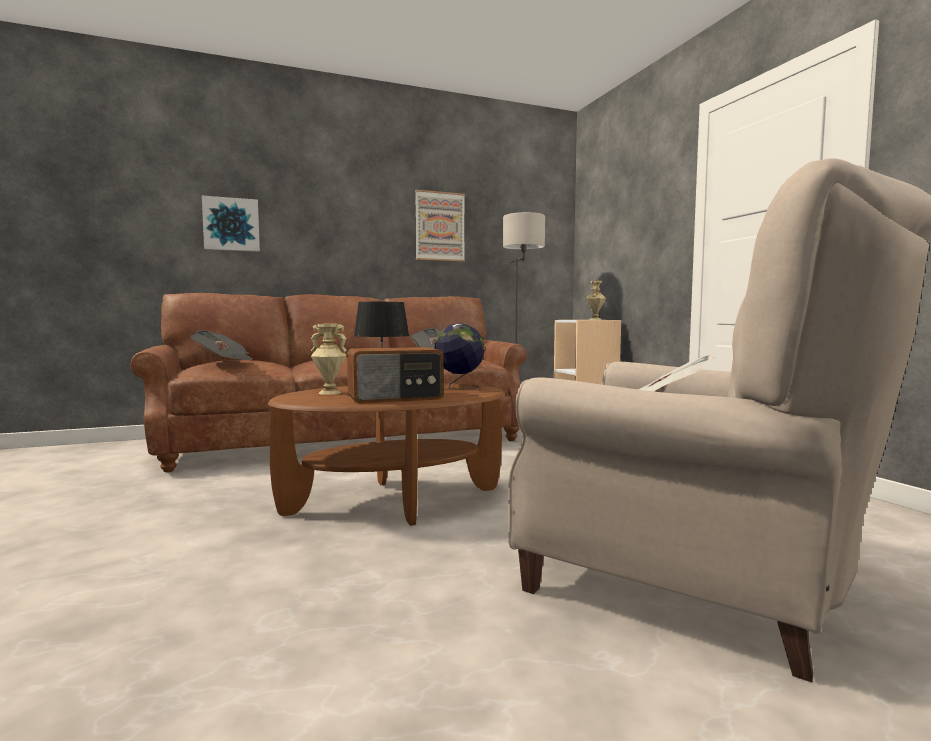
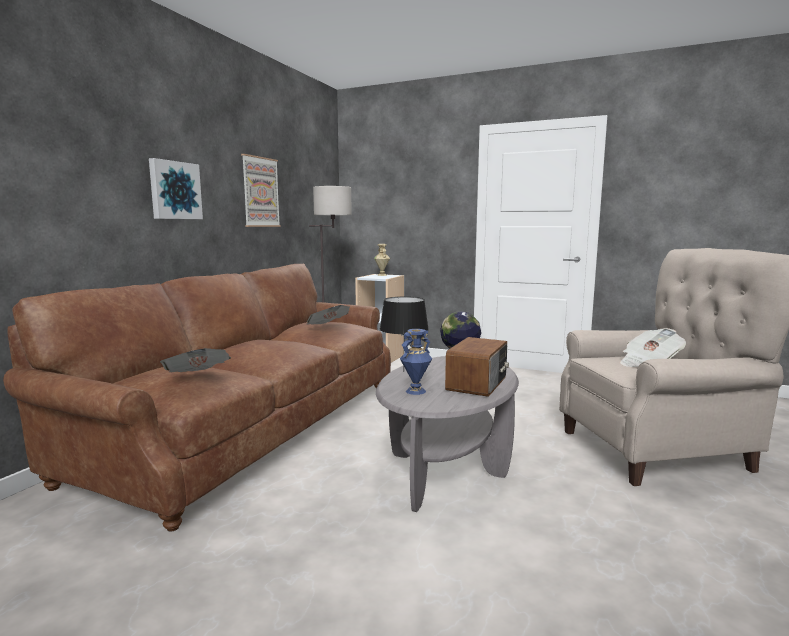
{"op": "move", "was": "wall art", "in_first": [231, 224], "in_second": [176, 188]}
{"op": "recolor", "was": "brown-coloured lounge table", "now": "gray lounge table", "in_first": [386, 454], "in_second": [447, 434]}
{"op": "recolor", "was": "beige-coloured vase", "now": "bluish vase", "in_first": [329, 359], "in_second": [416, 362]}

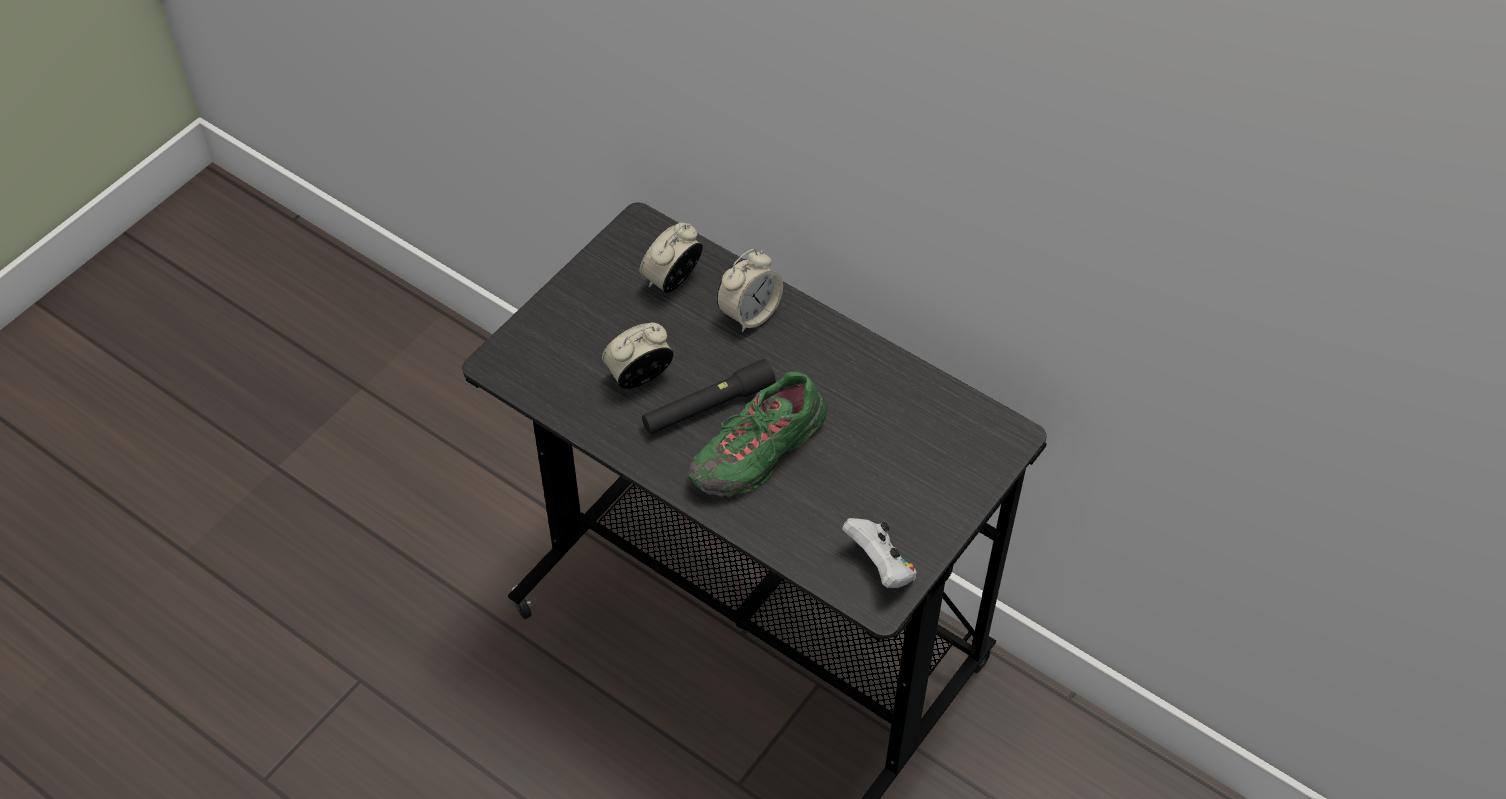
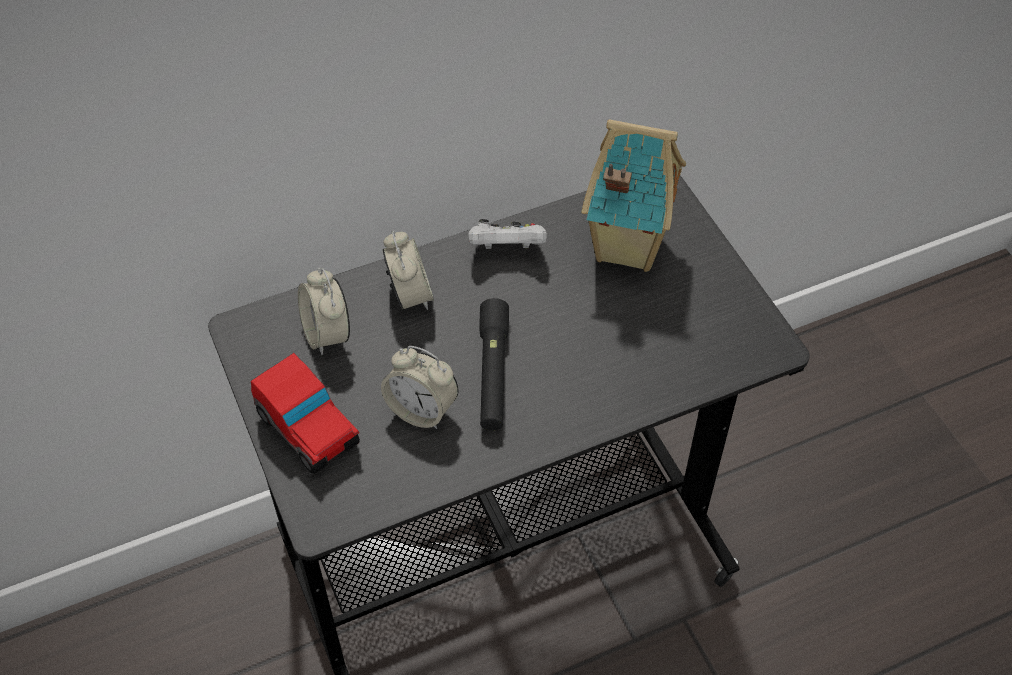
{"op": "insert", "now": "miniature car", "in_second": [305, 413]}
{"op": "rotate", "was": "alarm clock", "in_first": [638, 356], "in_second": [419, 387], "clockwise": -60}
{"op": "move", "was": "white-coloured game controller", "in_first": [879, 553], "in_second": [507, 234]}
{"op": "insert", "now": "miniature house", "in_second": [633, 195]}
{"op": "delete", "was": "green-coloured item of footwear", "in_first": [757, 434]}

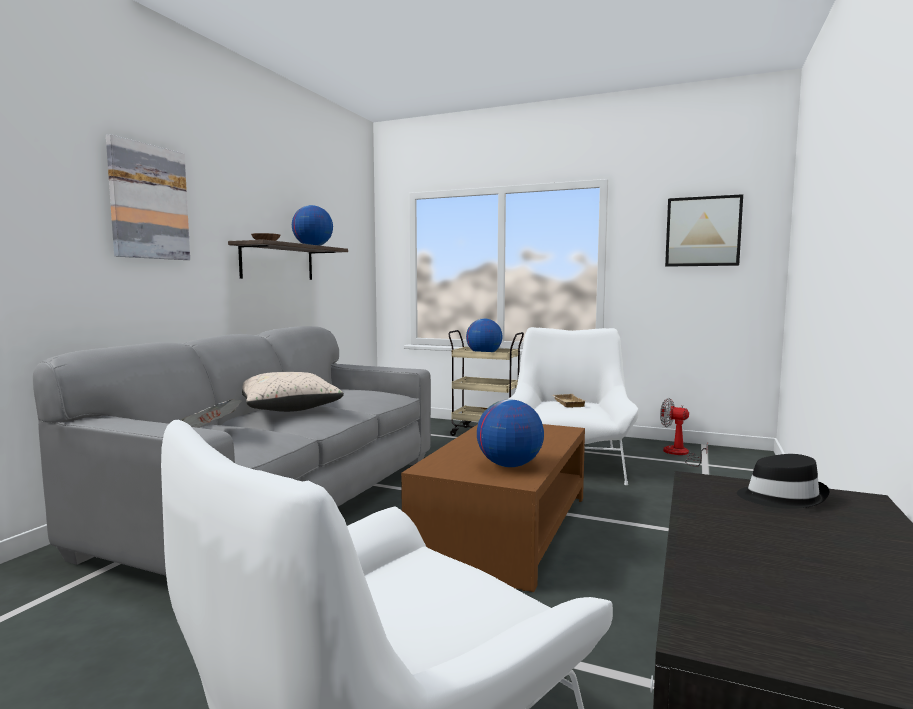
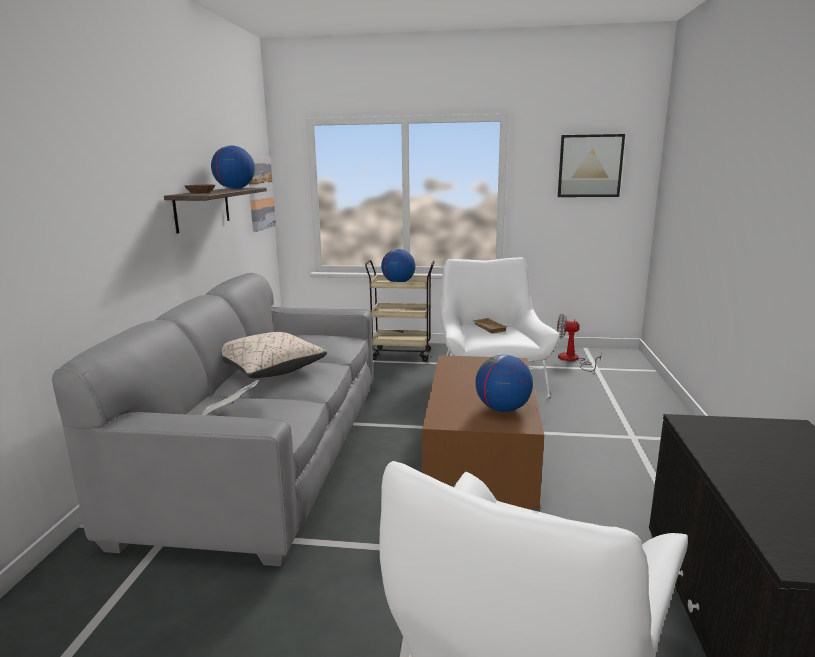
{"op": "move", "was": "wall art", "in_first": [148, 197], "in_second": [262, 194]}
{"op": "delete", "was": "blackish wearable hat", "in_first": [783, 481]}

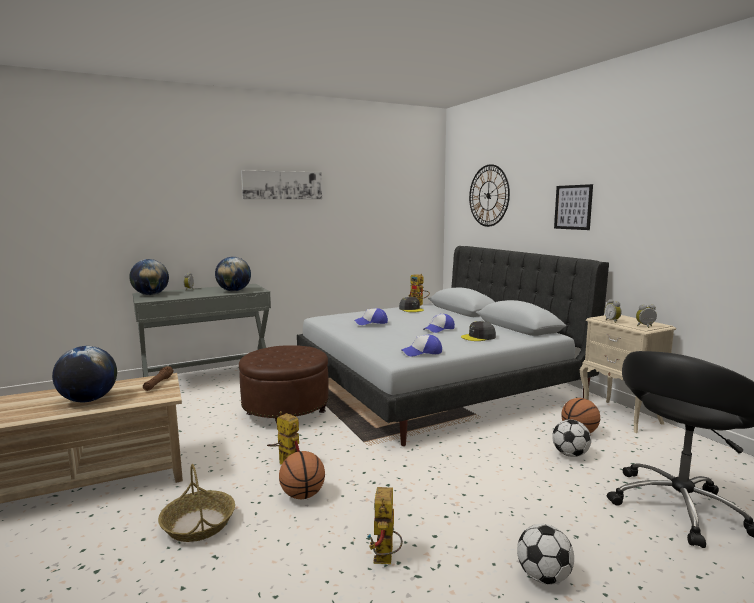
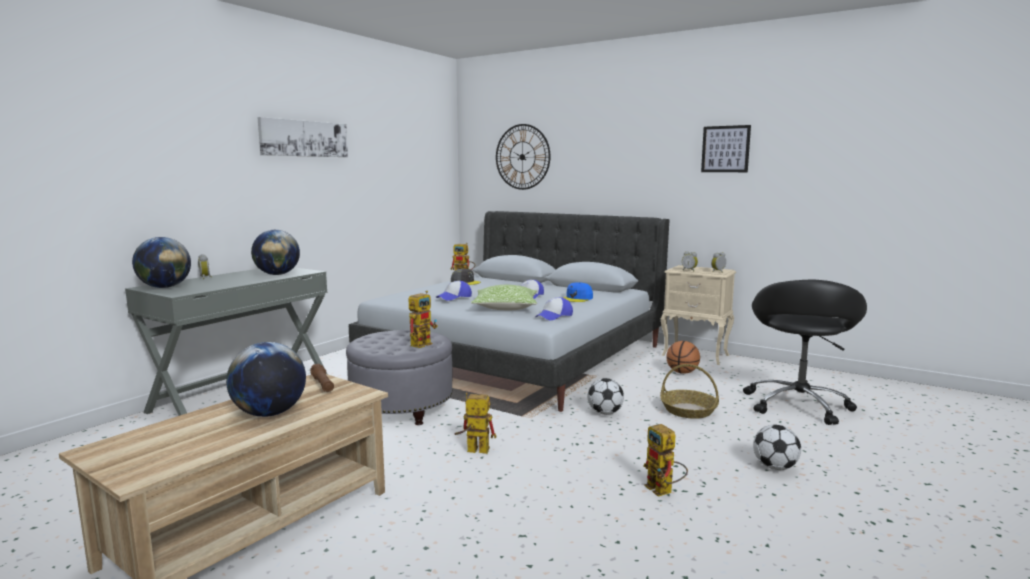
{"op": "recolor", "was": "brown-coloured pouffe", "now": "gray pouffe", "in_first": [284, 384], "in_second": [399, 377]}
{"op": "insert", "now": "toy robot", "in_second": [423, 319]}
{"op": "insert", "now": "throw pillow", "in_second": [504, 297]}
{"op": "recolor", "was": "gray baseball cap", "now": "bluish baseball cap", "in_first": [478, 331], "in_second": [578, 292]}
{"op": "move", "was": "football", "in_first": [571, 438], "in_second": [606, 396]}
{"op": "move", "was": "basket", "in_first": [196, 503], "in_second": [689, 391]}
{"op": "move", "was": "wall art", "in_first": [573, 207], "in_second": [726, 148]}
{"op": "delete", "was": "basketball", "in_first": [302, 475]}

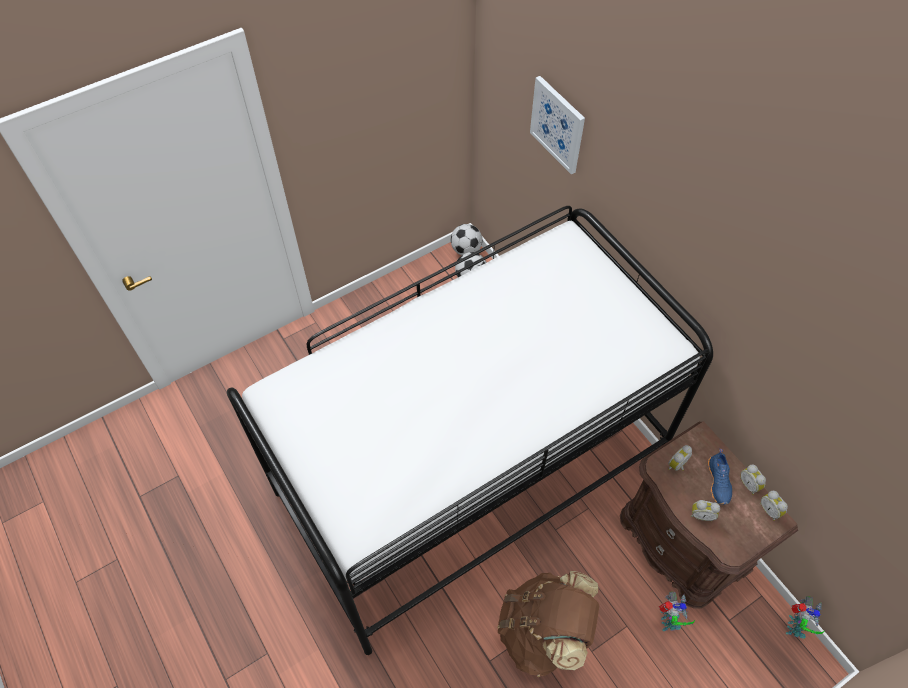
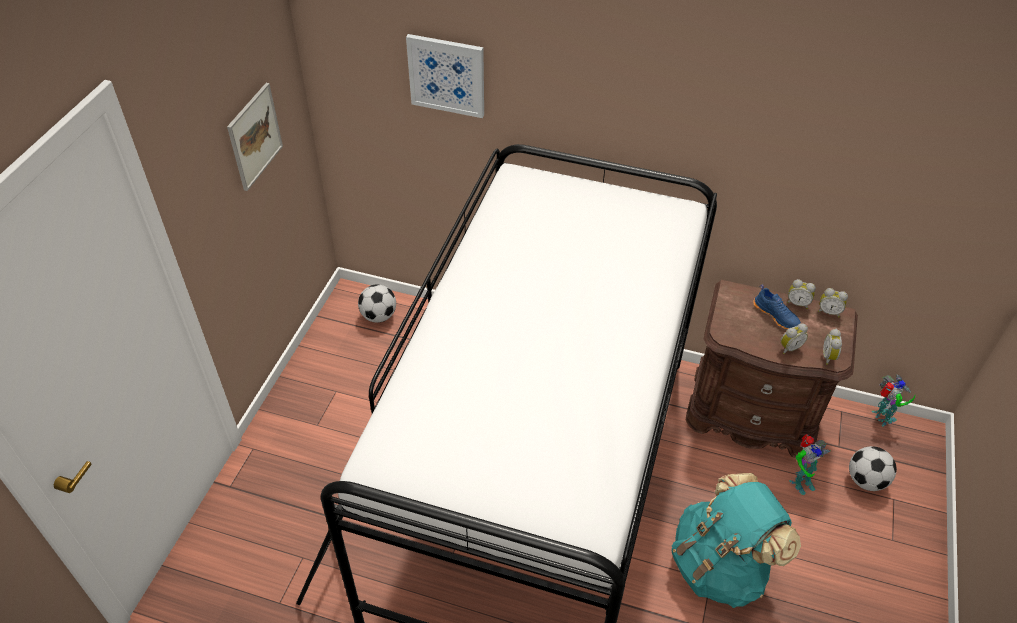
{"op": "insert", "now": "wall art", "in_second": [255, 137]}
{"op": "recolor", "was": "brown-coloured rucksack", "now": "turquoise-coloured rucksack", "in_first": [548, 624], "in_second": [736, 540]}
{"op": "rotate", "was": "toy robot", "in_first": [677, 611], "in_second": [810, 464], "clockwise": 105}
{"op": "move", "was": "alarm clock", "in_first": [680, 458], "in_second": [832, 347]}
{"op": "move", "was": "football", "in_first": [466, 239], "in_second": [873, 468]}

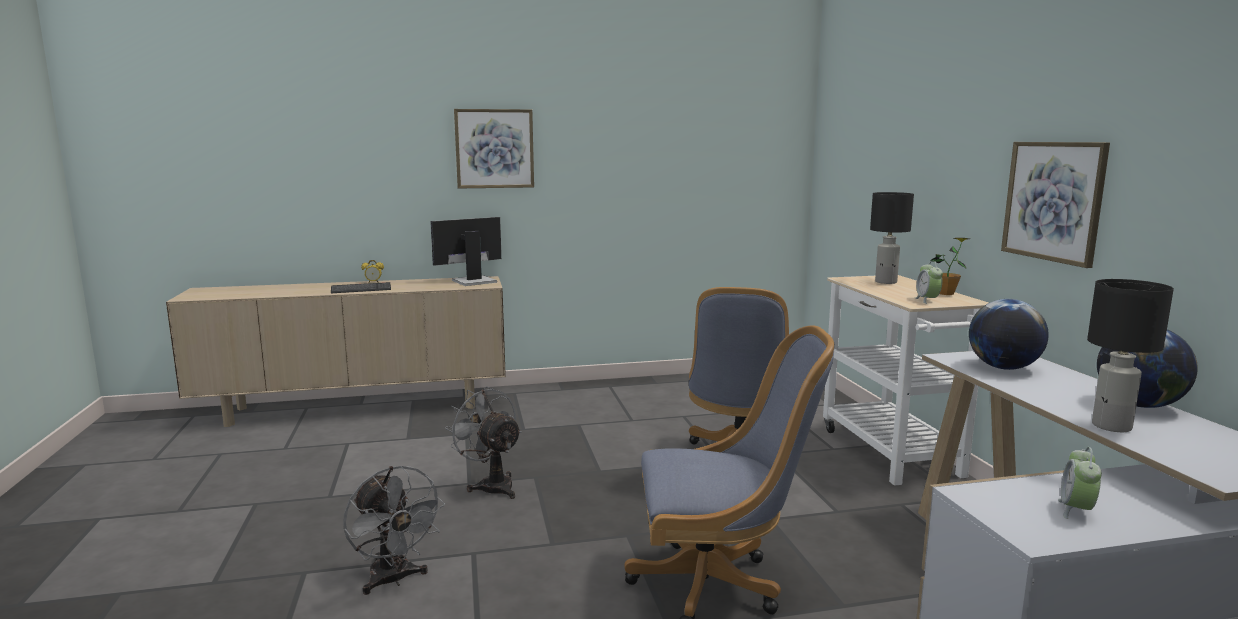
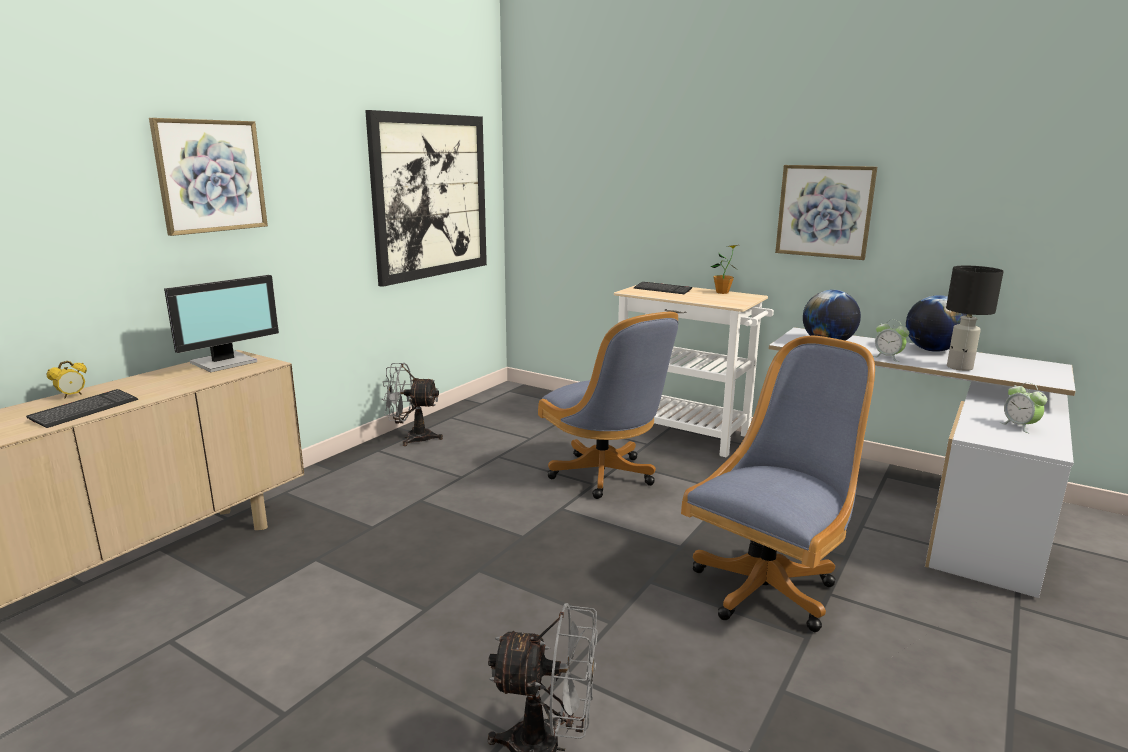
{"op": "rotate", "was": "computer display", "in_first": [465, 251], "in_second": [221, 323], "clockwise": -150}
{"op": "insert", "now": "wall art", "in_second": [426, 198]}
{"op": "move", "was": "gray electric fan", "in_first": [483, 442], "in_second": [412, 404]}
{"op": "replace", "was": "blackish tabletop lamp", "now": "PC keyboard", "in_first": [892, 238], "in_second": [663, 288]}
{"op": "move", "was": "alarm clock", "in_first": [929, 282], "in_second": [891, 341]}

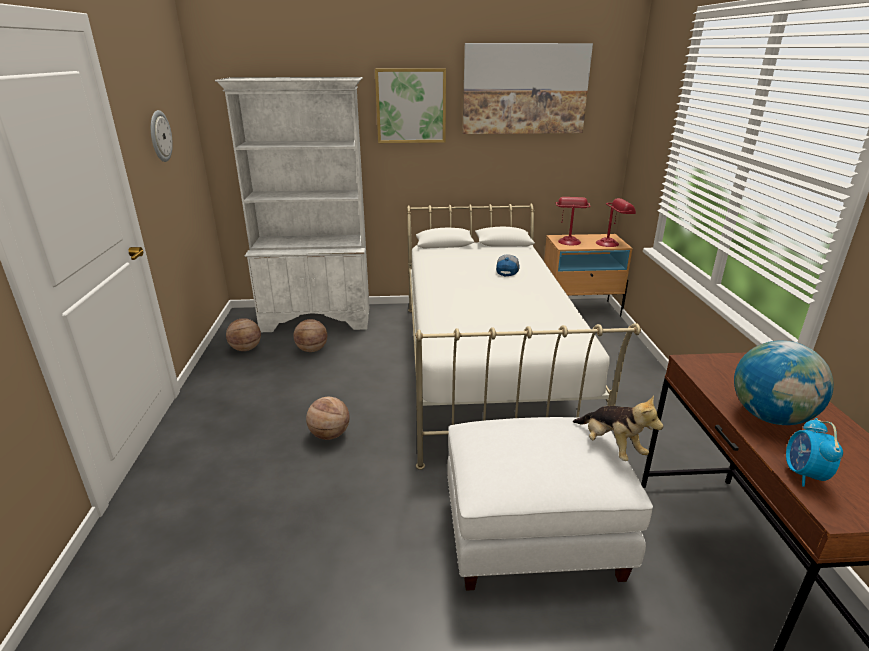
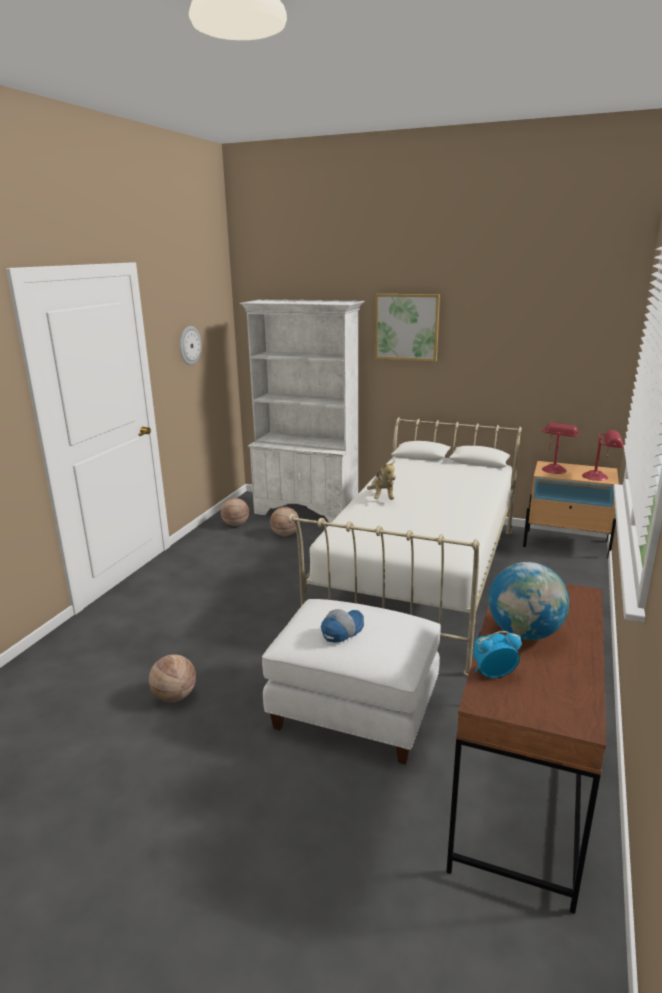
{"op": "move", "was": "basketball", "in_first": [328, 418], "in_second": [172, 678]}
{"op": "move", "was": "baseball cap", "in_first": [508, 265], "in_second": [342, 626]}
{"op": "move", "was": "soft toy", "in_first": [618, 428], "in_second": [381, 480]}
{"op": "rotate", "was": "alarm clock", "in_first": [814, 452], "in_second": [497, 654], "clockwise": 45}
{"op": "delete", "was": "wall art", "in_first": [528, 88]}

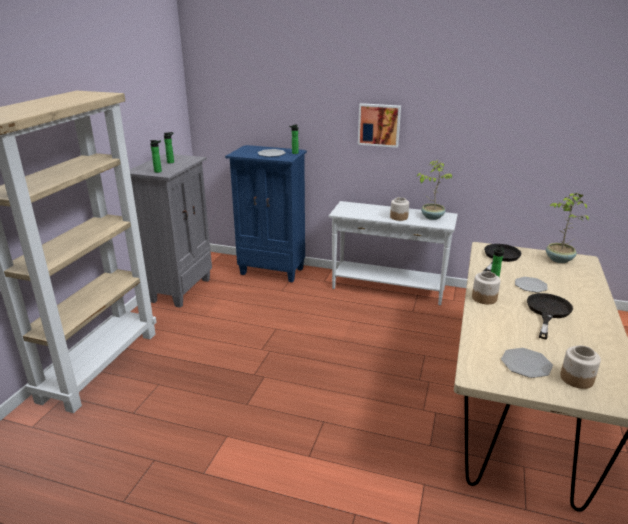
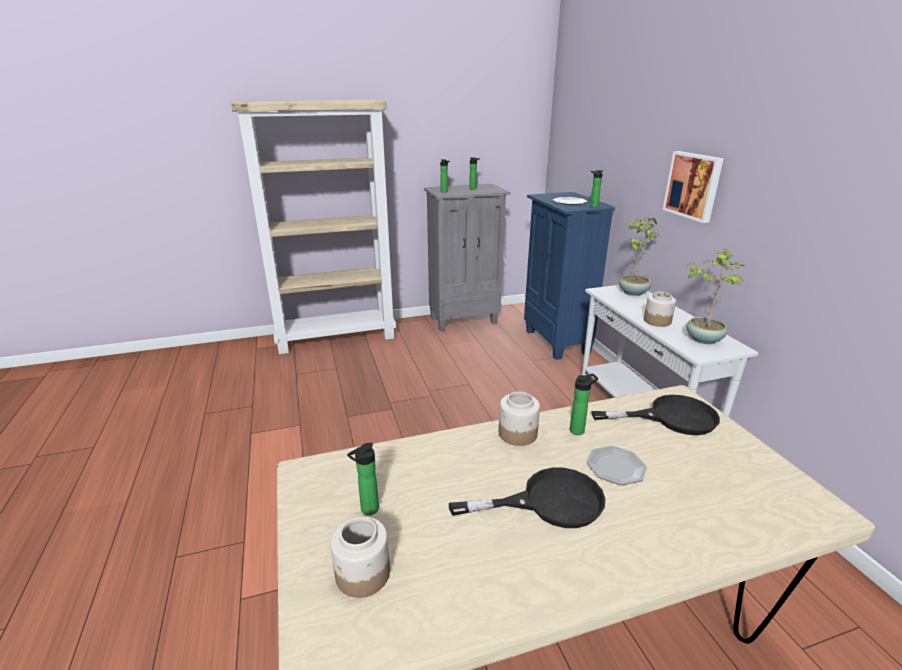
{"op": "replace", "was": "flat dish", "now": "drink bottle", "in_first": [527, 363], "in_second": [363, 479]}
{"op": "move", "was": "plant in a pot", "in_first": [567, 228], "in_second": [639, 256]}

